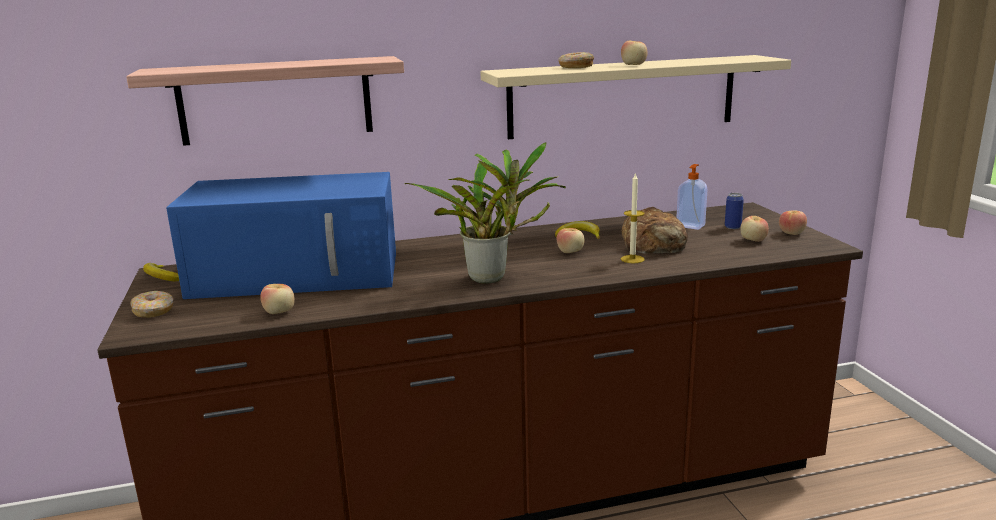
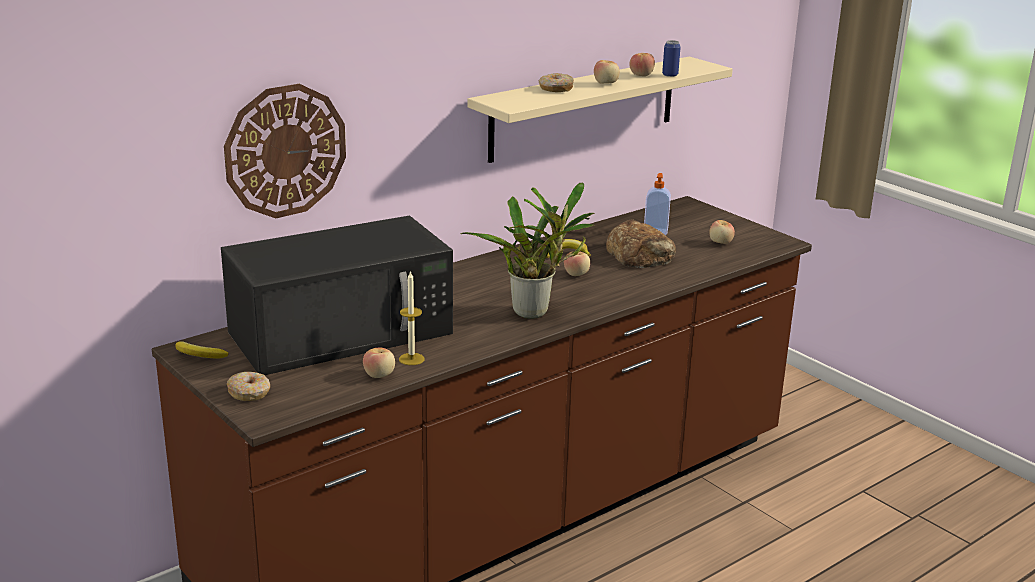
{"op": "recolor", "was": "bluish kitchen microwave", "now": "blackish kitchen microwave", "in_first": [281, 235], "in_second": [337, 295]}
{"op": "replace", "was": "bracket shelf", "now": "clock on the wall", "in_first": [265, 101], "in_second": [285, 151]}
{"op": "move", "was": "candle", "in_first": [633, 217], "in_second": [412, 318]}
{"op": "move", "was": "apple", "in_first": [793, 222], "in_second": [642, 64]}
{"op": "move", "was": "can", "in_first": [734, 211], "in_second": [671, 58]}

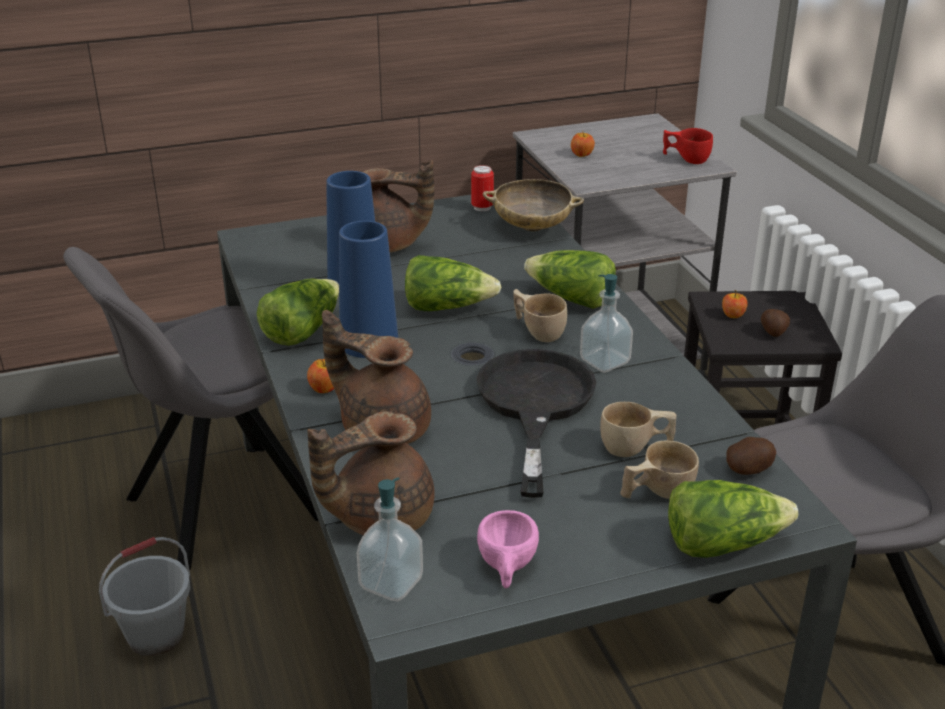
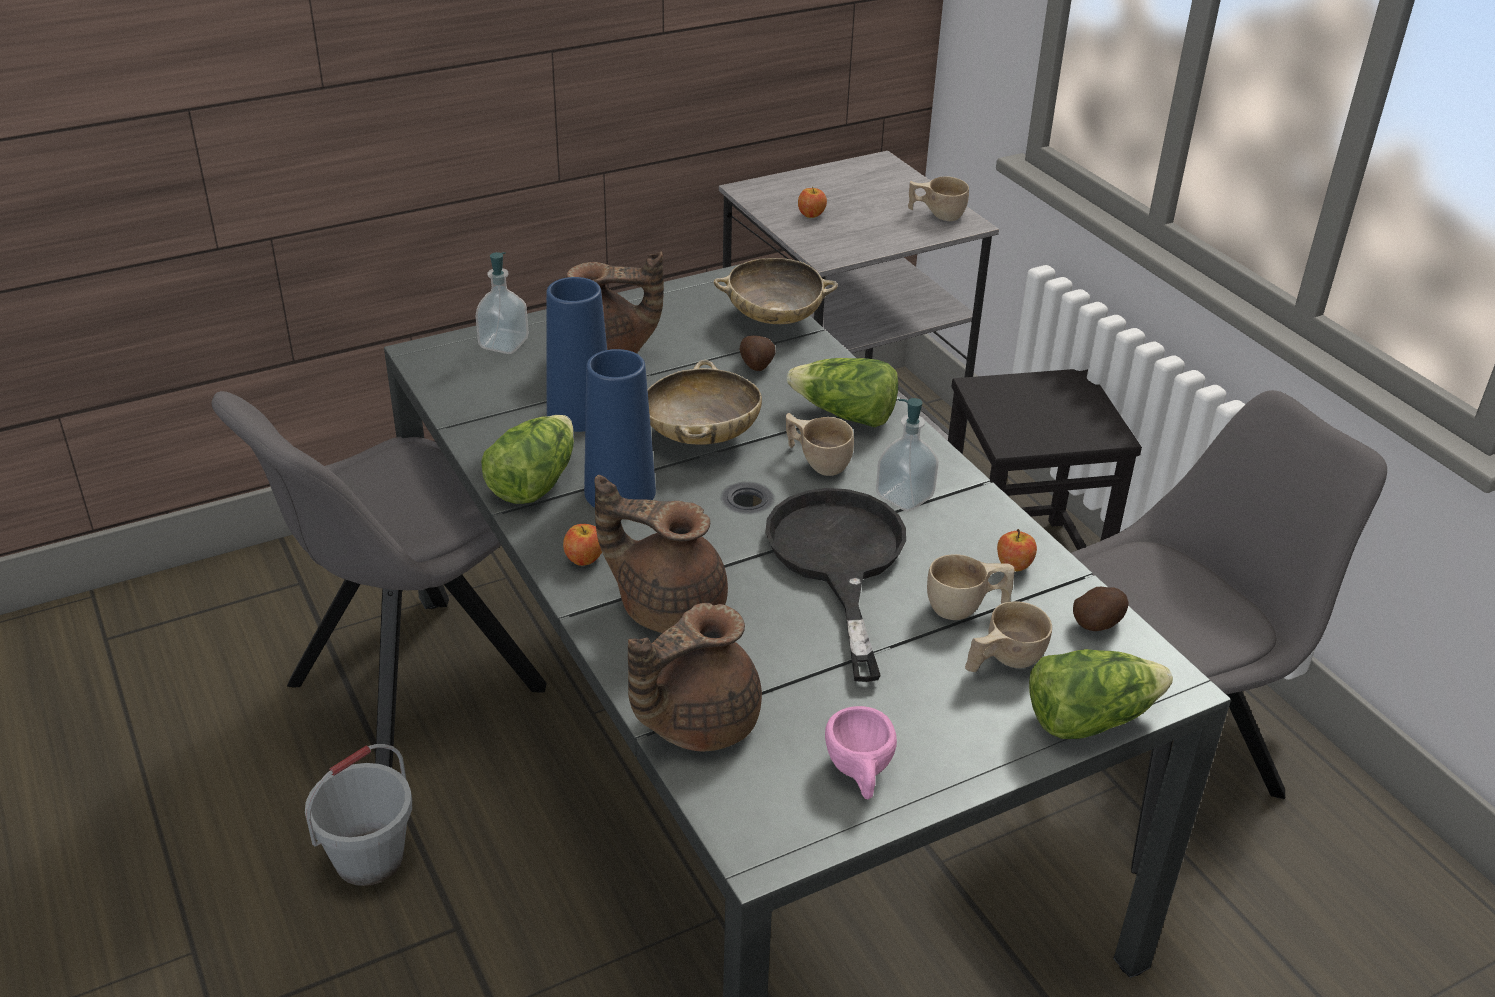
{"op": "move", "was": "soap bottle", "in_first": [390, 539], "in_second": [502, 303]}
{"op": "replace", "was": "head of lettuce", "now": "beige-coloured serving bowl", "in_first": [453, 283], "in_second": [704, 402]}
{"op": "move", "was": "spud", "in_first": [775, 323], "in_second": [758, 353]}
{"op": "recolor", "was": "red small cup", "now": "beige-coloured small cup", "in_first": [688, 146], "in_second": [938, 198]}
{"op": "move", "was": "apple", "in_first": [735, 304], "in_second": [1017, 550]}
{"op": "delete", "was": "can", "in_first": [482, 188]}

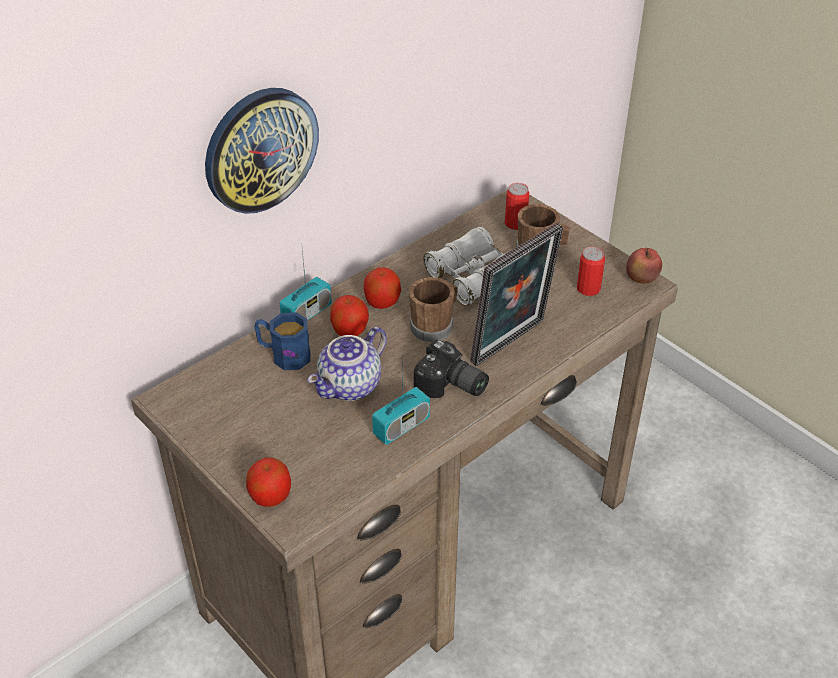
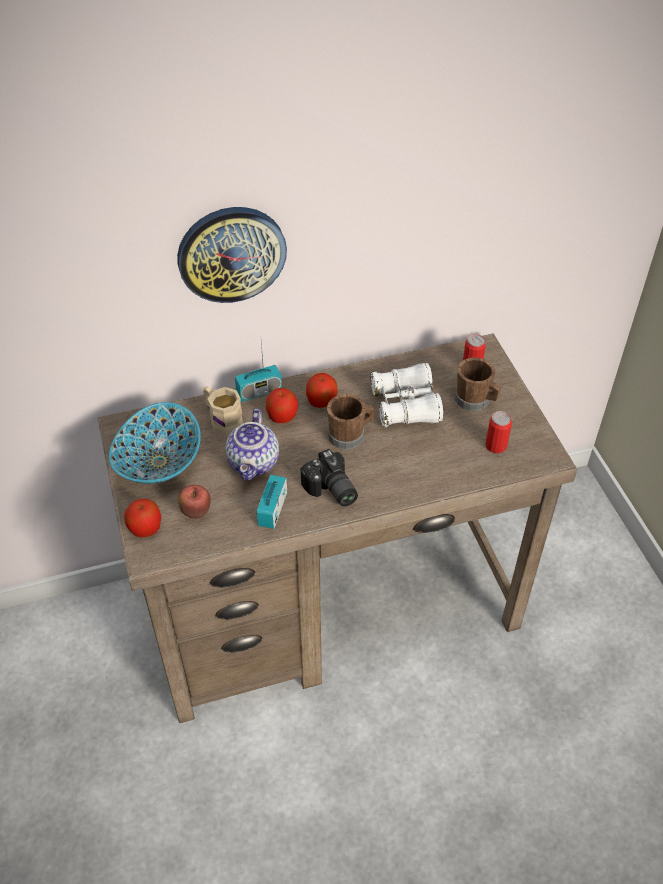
{"op": "insert", "now": "serving bowl", "in_second": [155, 443]}
{"op": "move", "was": "apple", "in_first": [644, 266], "in_second": [194, 501]}
{"op": "recolor", "was": "bluish coffee mug", "now": "beige-coloured coffee mug", "in_first": [282, 341], "in_second": [223, 411]}
{"op": "rotate", "was": "teapot", "in_first": [347, 364], "in_second": [252, 444], "clockwise": -60}
{"op": "rotate", "was": "radio receiver", "in_first": [401, 405], "in_second": [272, 502], "clockwise": 120}
{"op": "delete", "was": "photo frame", "in_first": [516, 294]}

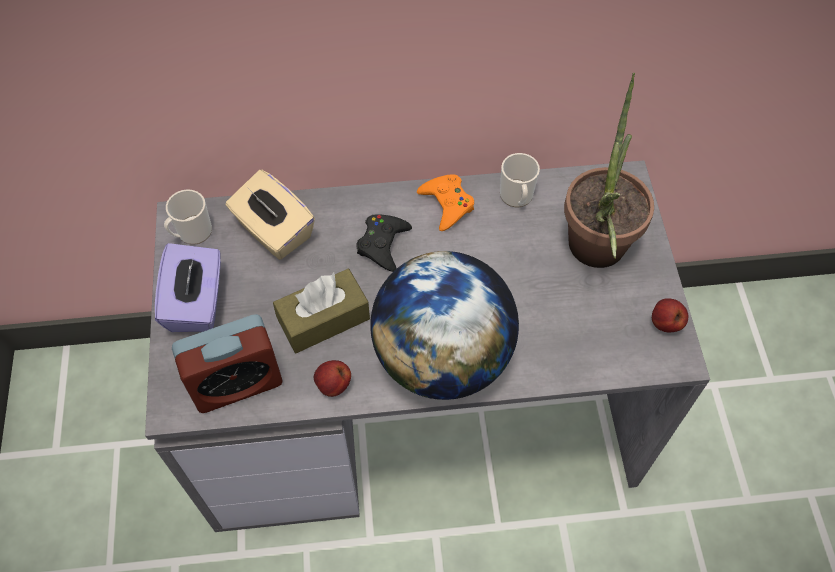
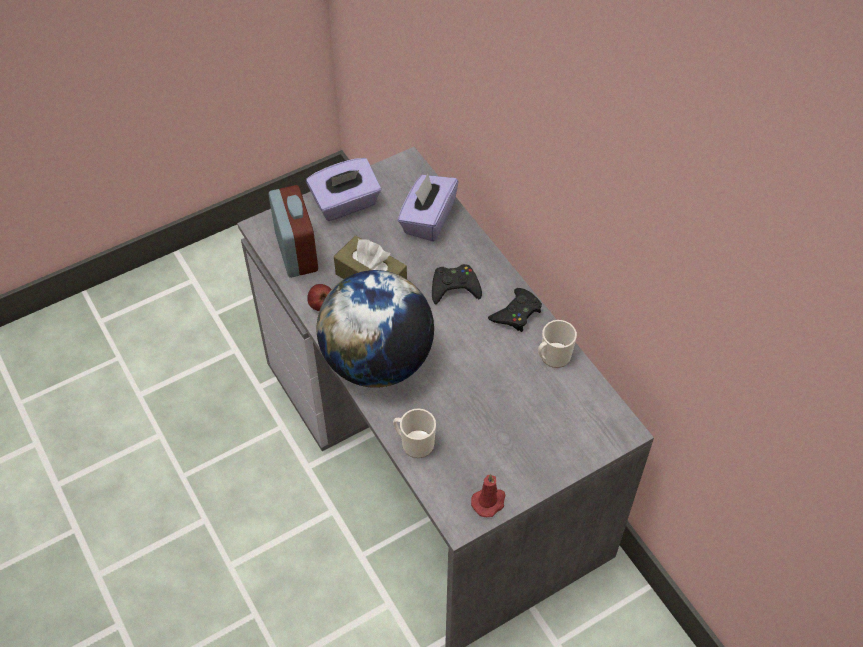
{"op": "rotate", "was": "alarm clock", "in_first": [227, 363], "in_second": [293, 231], "clockwise": -150}
{"op": "move", "was": "coffee mug", "in_first": [188, 217], "in_second": [414, 433]}
{"op": "recolor", "was": "beige-coloured tissue holder", "now": "purplish tissue holder", "in_first": [270, 215], "in_second": [428, 208]}
{"op": "replace", "was": "apple", "now": "red candle", "in_first": [670, 315], "in_second": [488, 495]}
{"op": "recolor", "was": "orange-coloured game controller", "now": "blackish game controller", "in_first": [445, 203], "in_second": [515, 310]}
{"op": "delete", "was": "plant in a pot", "in_first": [609, 170]}

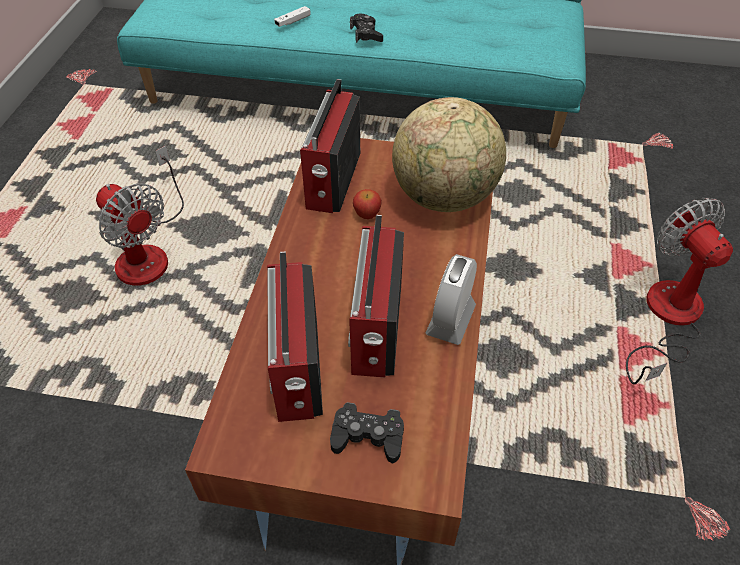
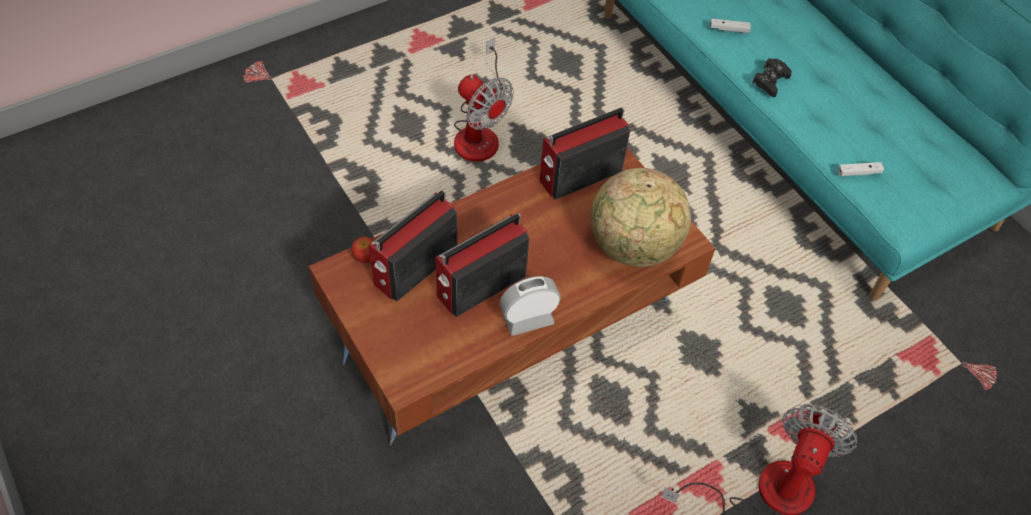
{"op": "move", "was": "apple", "in_first": [367, 204], "in_second": [362, 250]}
{"op": "rotate", "was": "electric fan", "in_first": [140, 215], "in_second": [484, 99], "clockwise": -45}
{"op": "insert", "now": "white-coloured game controller", "in_second": [861, 169]}
{"op": "delete", "was": "blackish game controller", "in_first": [367, 432]}

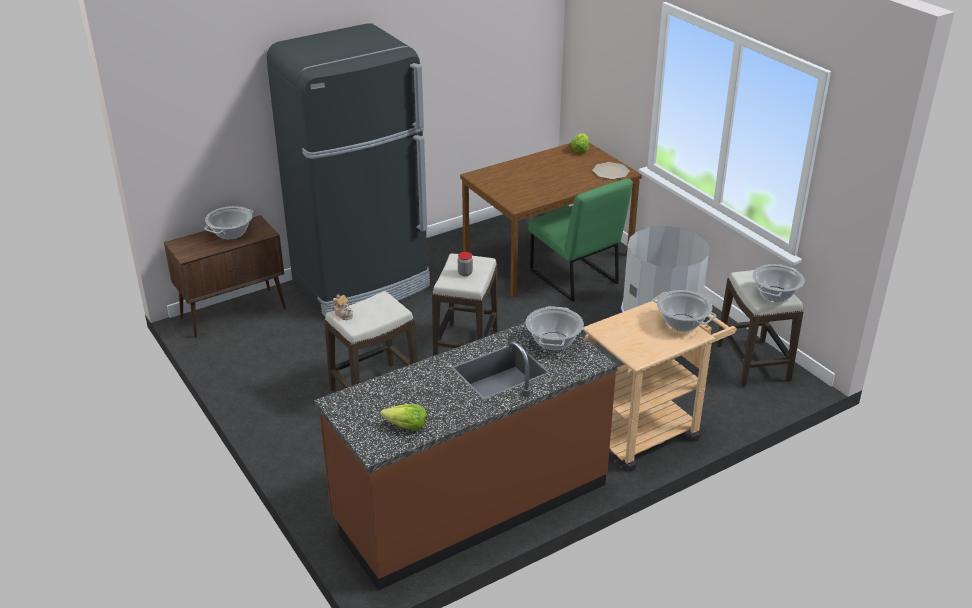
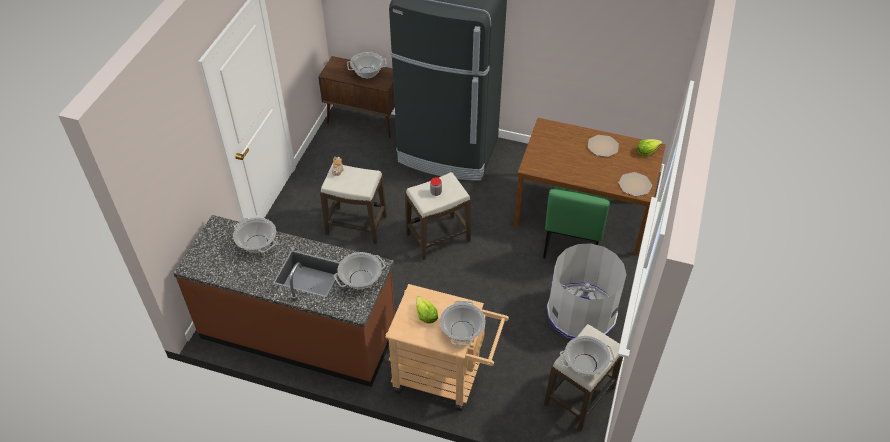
{"op": "insert", "now": "stockpot", "in_second": [254, 235]}
{"op": "move", "was": "head of lettuce", "in_first": [404, 417], "in_second": [427, 310]}
{"op": "insert", "now": "flat dish", "in_second": [603, 146]}

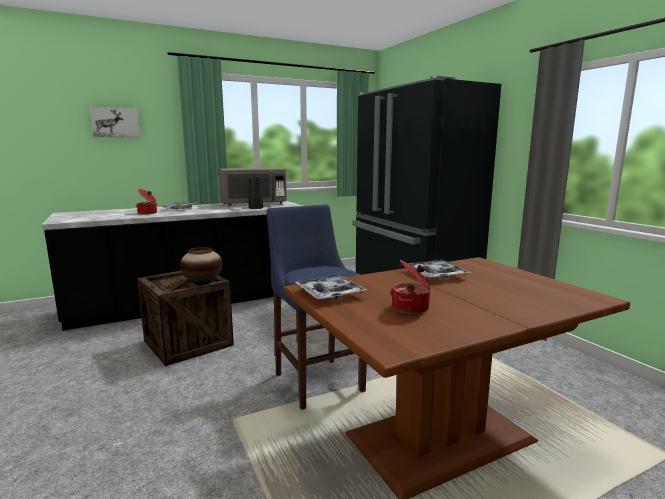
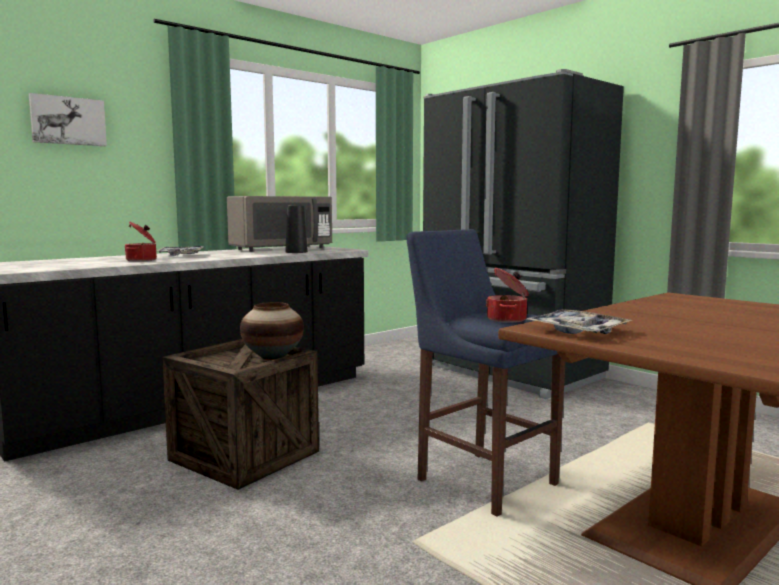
{"op": "move", "was": "stockpot", "in_first": [411, 287], "in_second": [507, 295]}
{"op": "delete", "was": "serving tray", "in_first": [439, 270]}

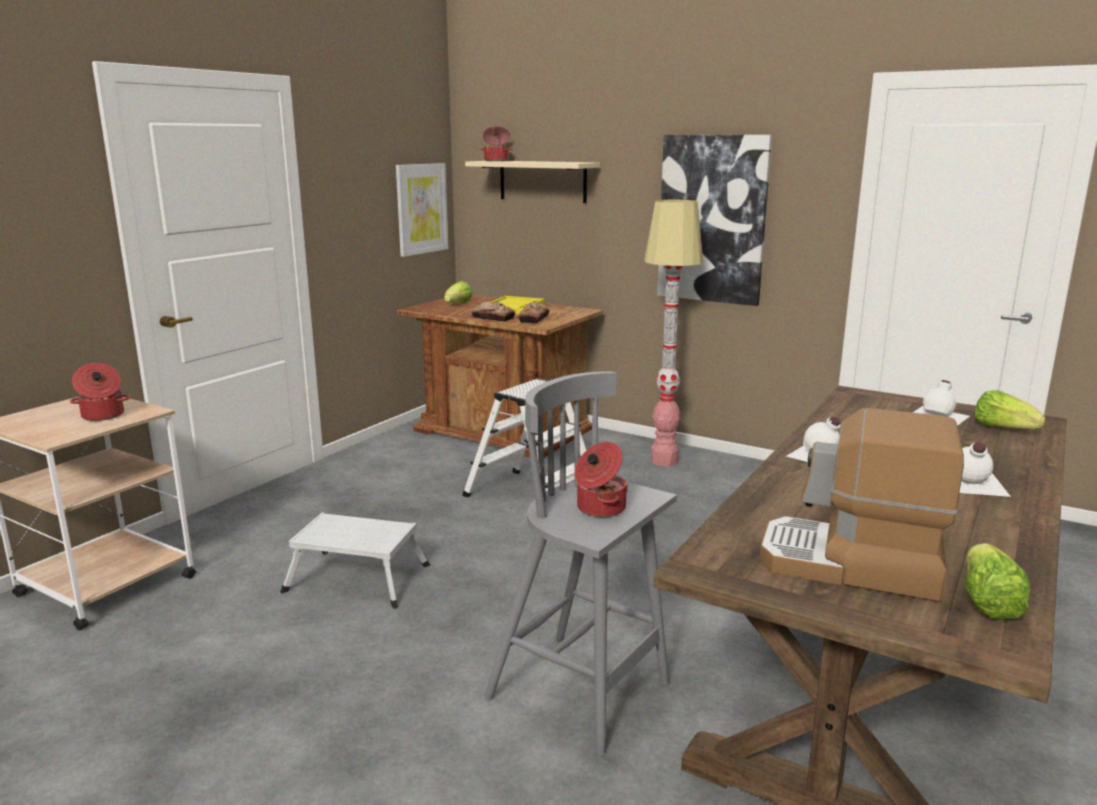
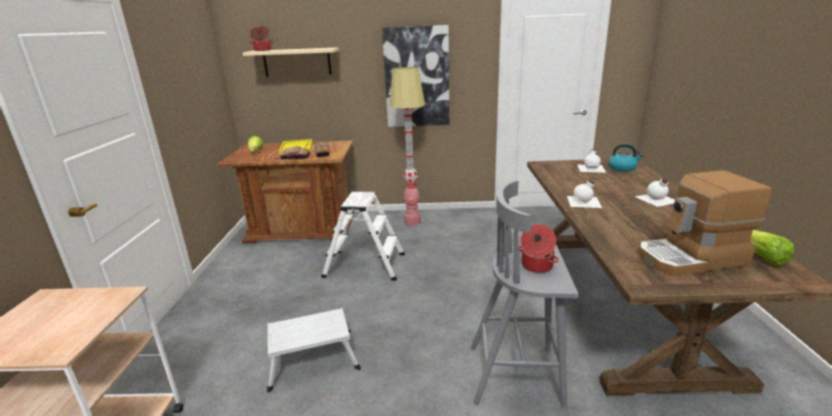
{"op": "replace", "was": "head of lettuce", "now": "tea kettle", "in_first": [1009, 409], "in_second": [626, 158]}
{"op": "delete", "was": "stockpot", "in_first": [100, 392]}
{"op": "delete", "was": "wall art", "in_first": [422, 210]}

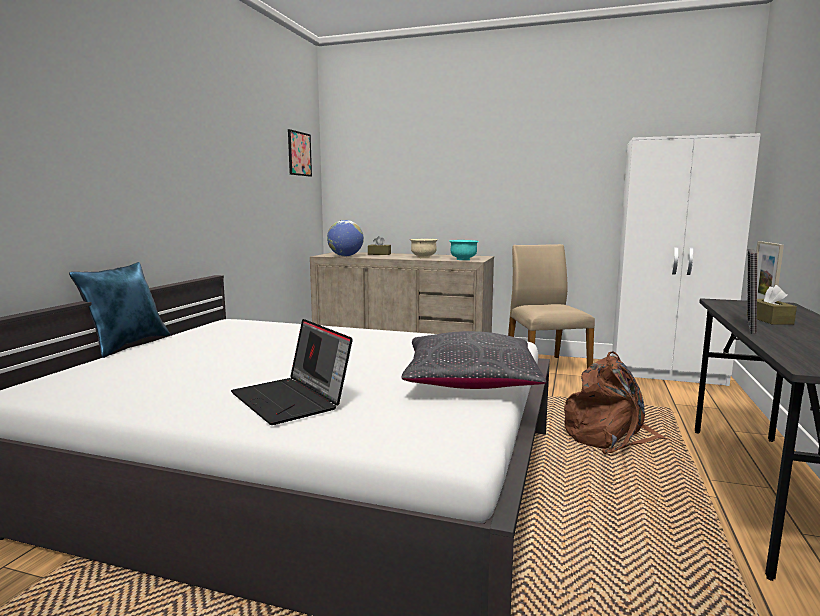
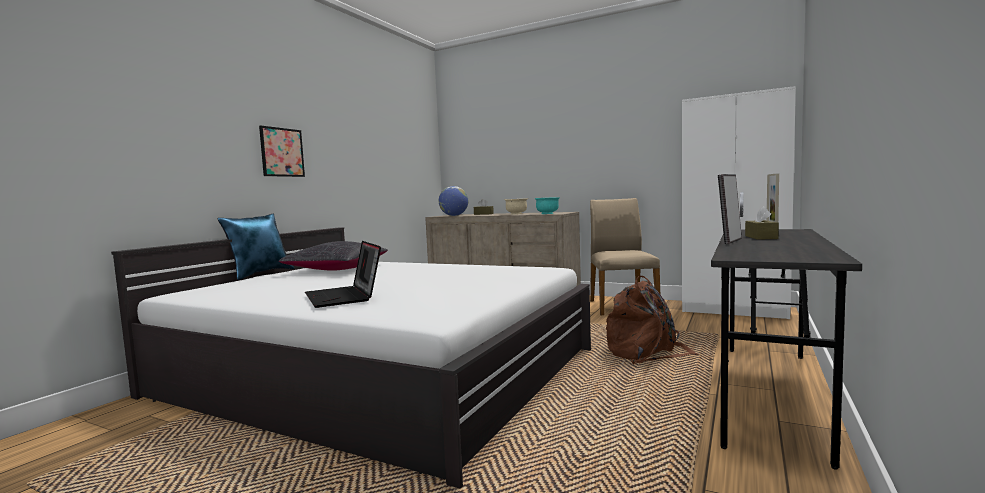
{"op": "move", "was": "wall art", "in_first": [300, 153], "in_second": [282, 151]}
{"op": "move", "was": "blackish throw pillow", "in_first": [474, 360], "in_second": [333, 256]}

